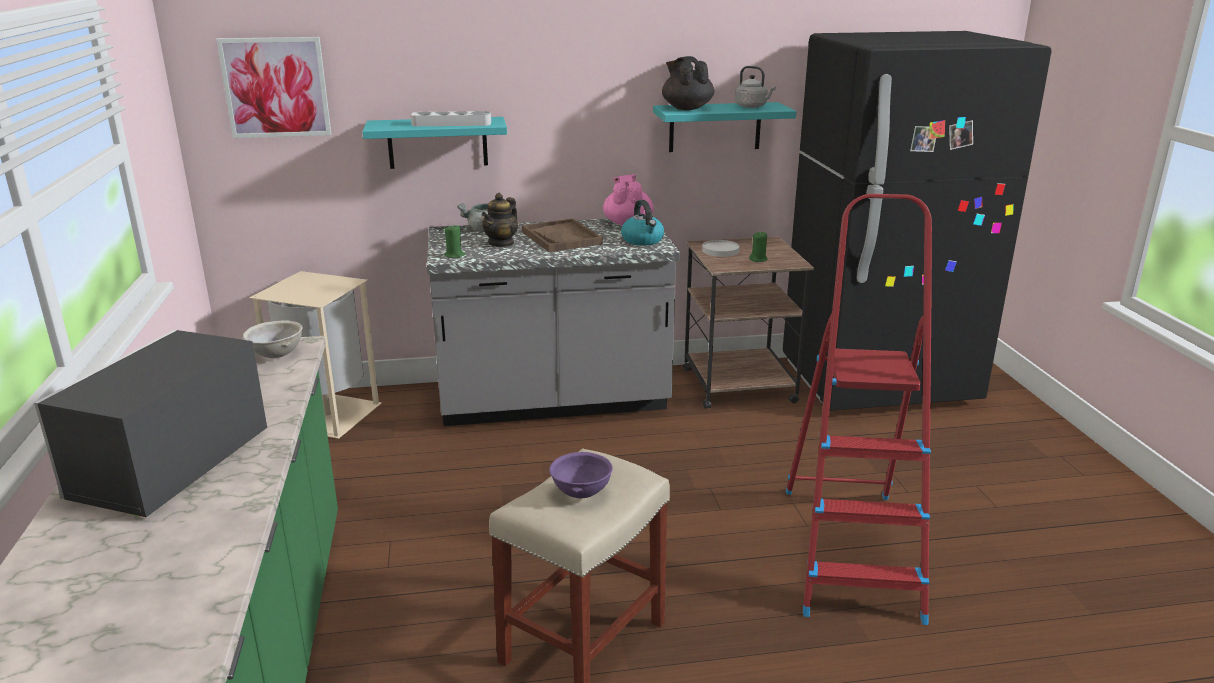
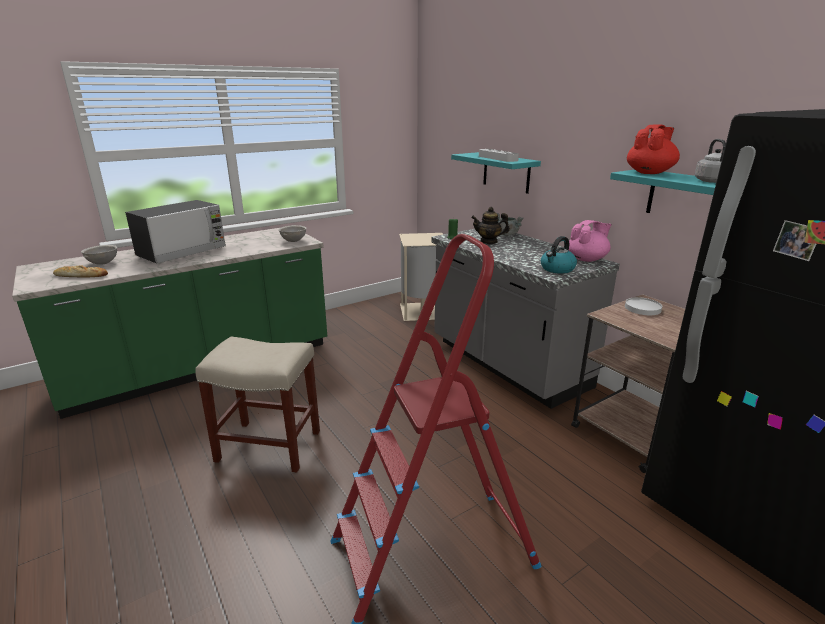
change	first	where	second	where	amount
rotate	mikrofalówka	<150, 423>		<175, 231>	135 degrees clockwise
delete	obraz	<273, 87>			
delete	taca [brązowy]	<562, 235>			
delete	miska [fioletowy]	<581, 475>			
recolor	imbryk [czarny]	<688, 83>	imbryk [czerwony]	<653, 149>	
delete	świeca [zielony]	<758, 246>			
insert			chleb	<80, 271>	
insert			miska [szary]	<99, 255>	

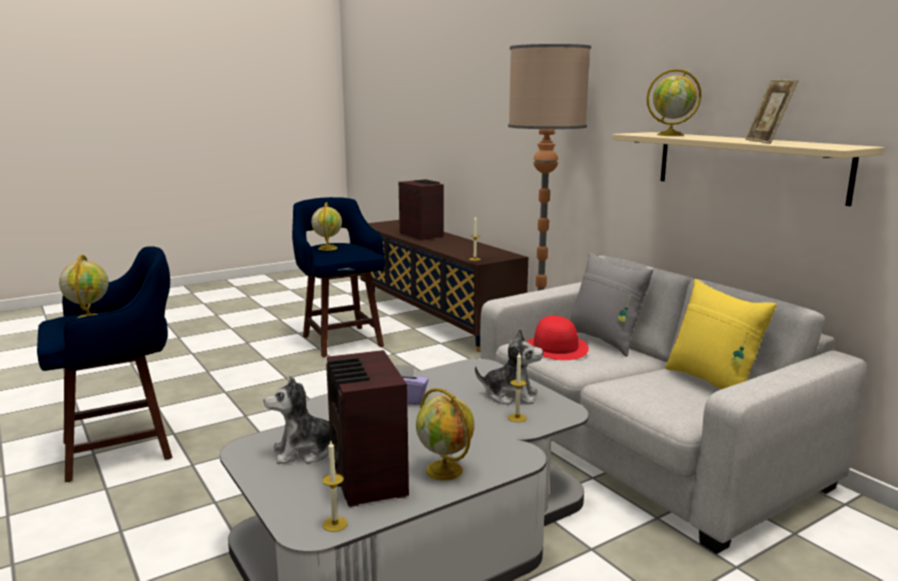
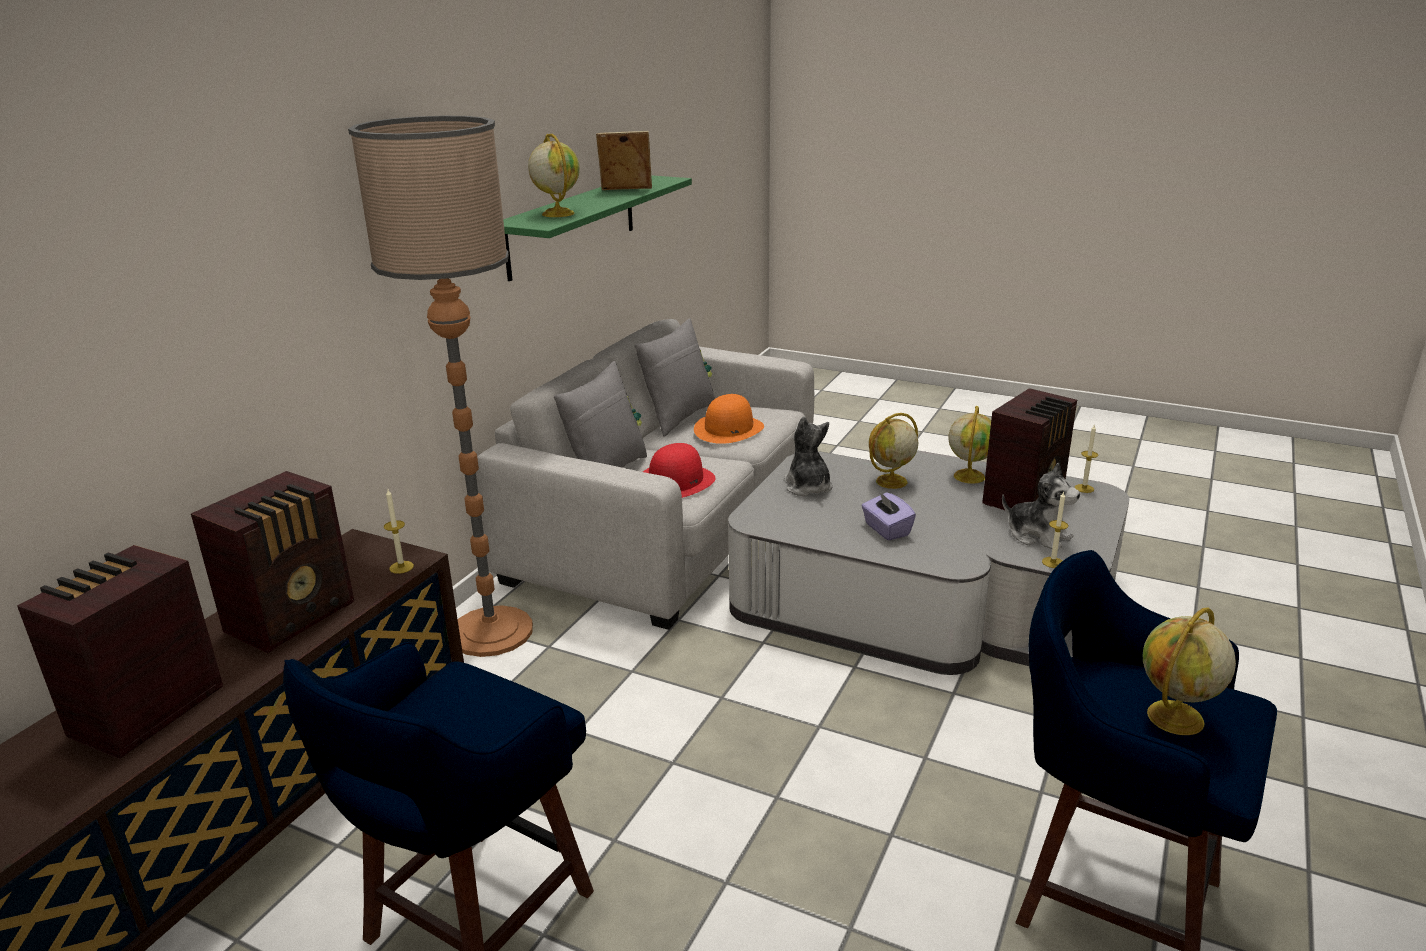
change	first	where	second	where	amount
move	globus	<326, 226>		<893, 451>	
move	świeca	<517, 387>		<1055, 529>	
recolor	półka [beżowy]	<748, 169>	półka [zielony]	<597, 228>	
recolor	poduszka [żółty]	<721, 334>	poduszka [szary]	<675, 377>	
rotate	ramka na zdjęcie	<772, 111>		<624, 160>	150 degrees counterclockwise
insert			radio	<272, 562>	
insert			kapelusz [pomarańczowy]	<729, 419>	

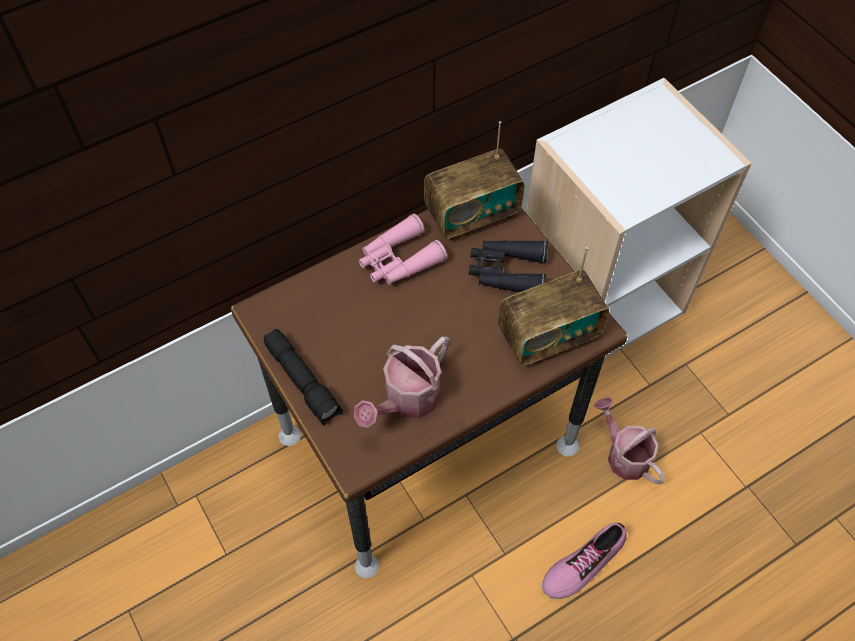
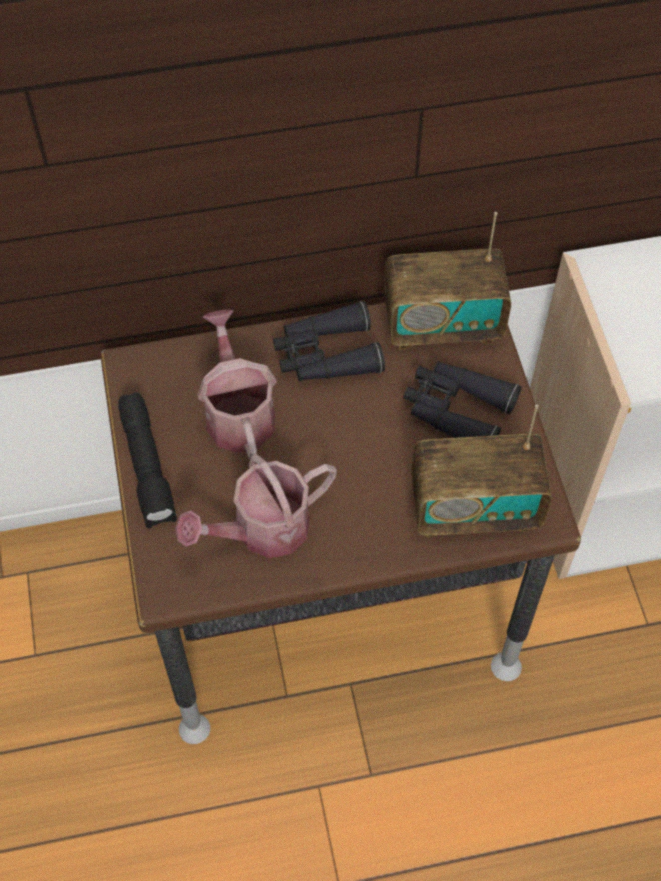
change	first	where	second	where	amount
recolor	lornetka [różowy]	<403, 249>	lornetka [czarny]	<329, 341>	
delete	but	<584, 561>			
move	konewka	<629, 441>		<237, 384>	

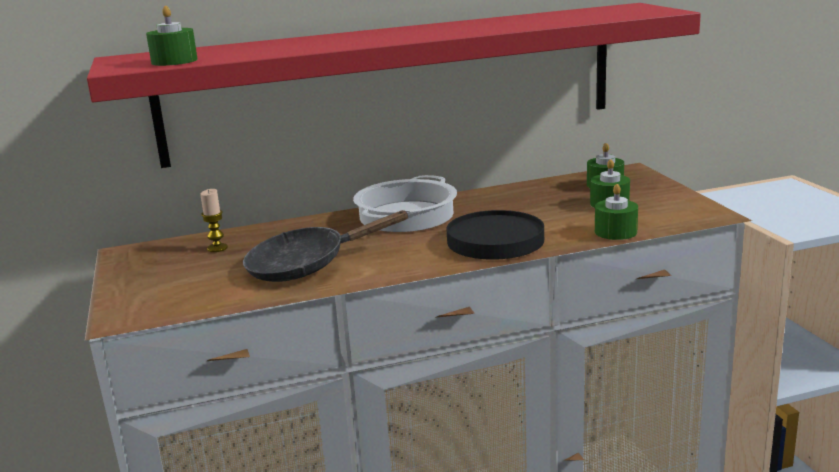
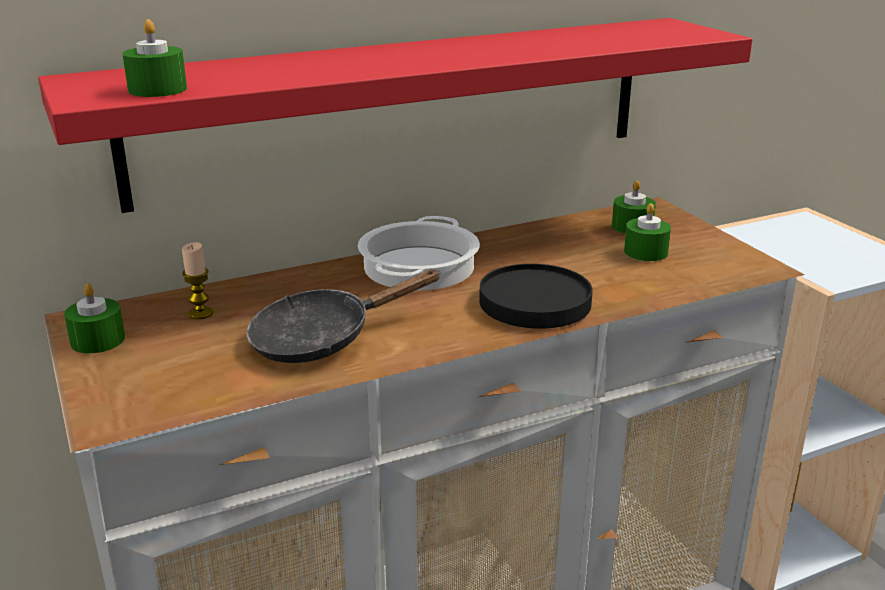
change	first	where	second	where	amount
move	świeca [zielony]	<616, 212>		<94, 318>	

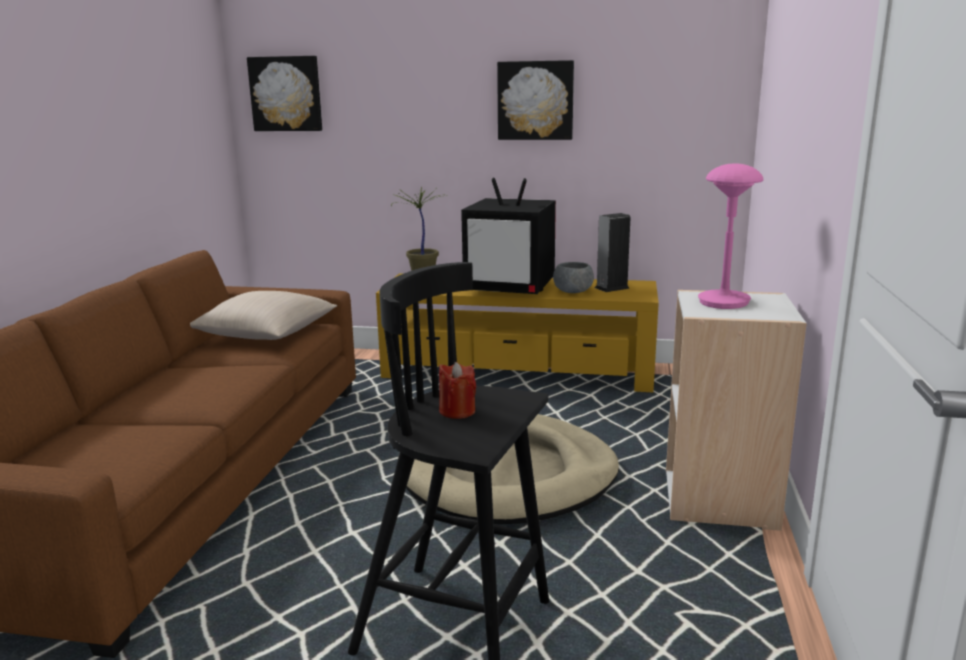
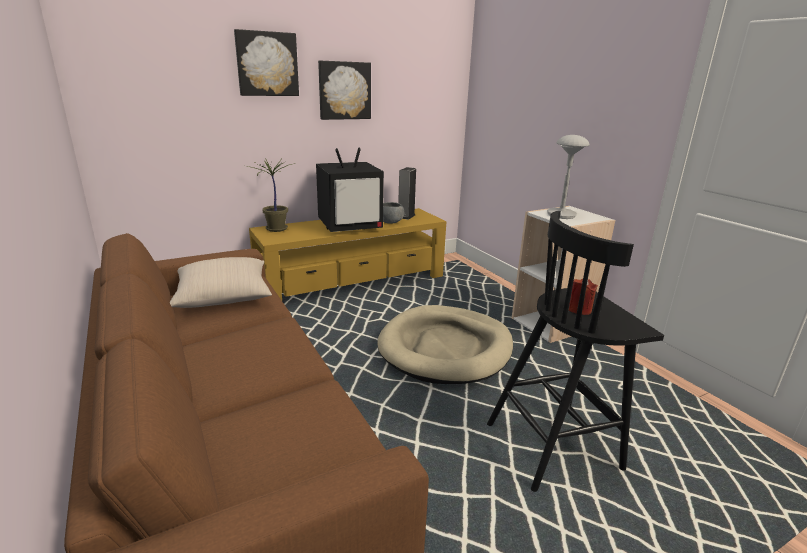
change	first	where	second	where	amount
move	obraz	<284, 93>		<266, 62>	
recolor	lampa stołowa [różowy]	<731, 236>	lampa stołowa [szary]	<568, 177>	

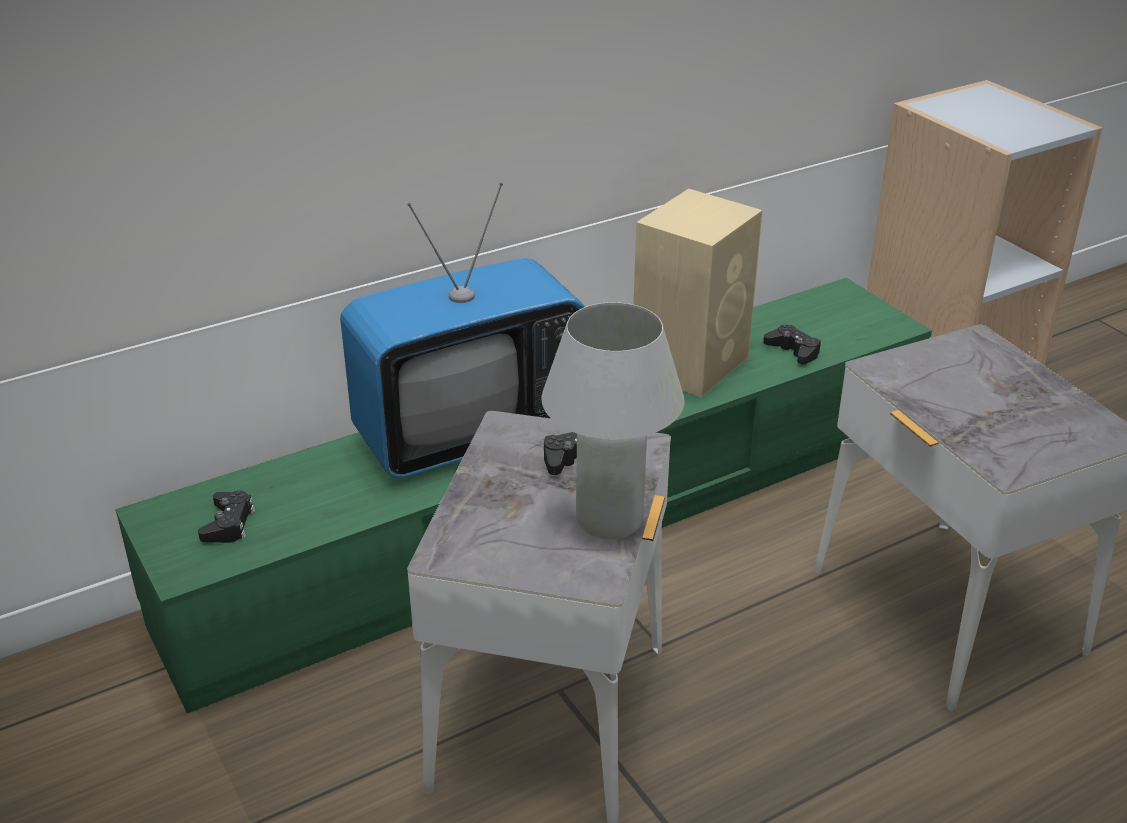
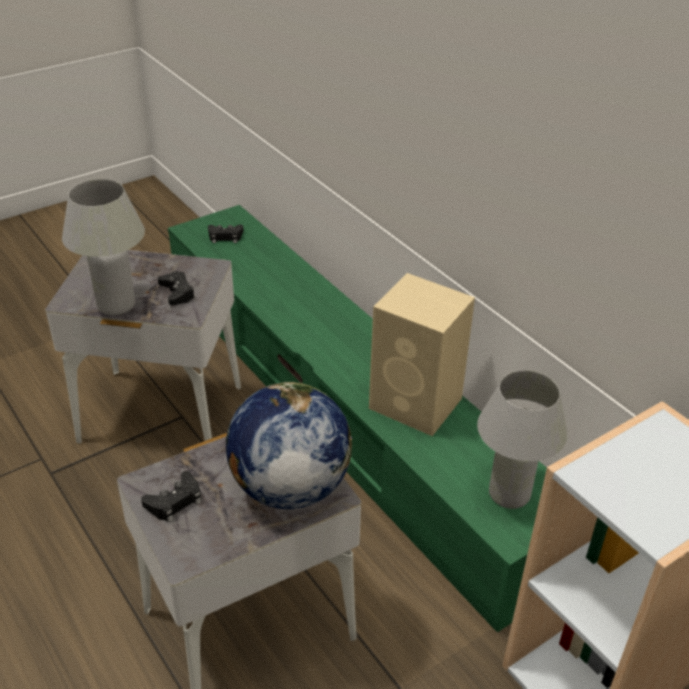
change	first	where	second	where	amount
delete	telewizor	<462, 330>			
move	pad do gier [czarny]	<792, 344>		<171, 496>	
insert			globus	<289, 445>	
insert			lampa stołowa [biały]	<522, 439>	

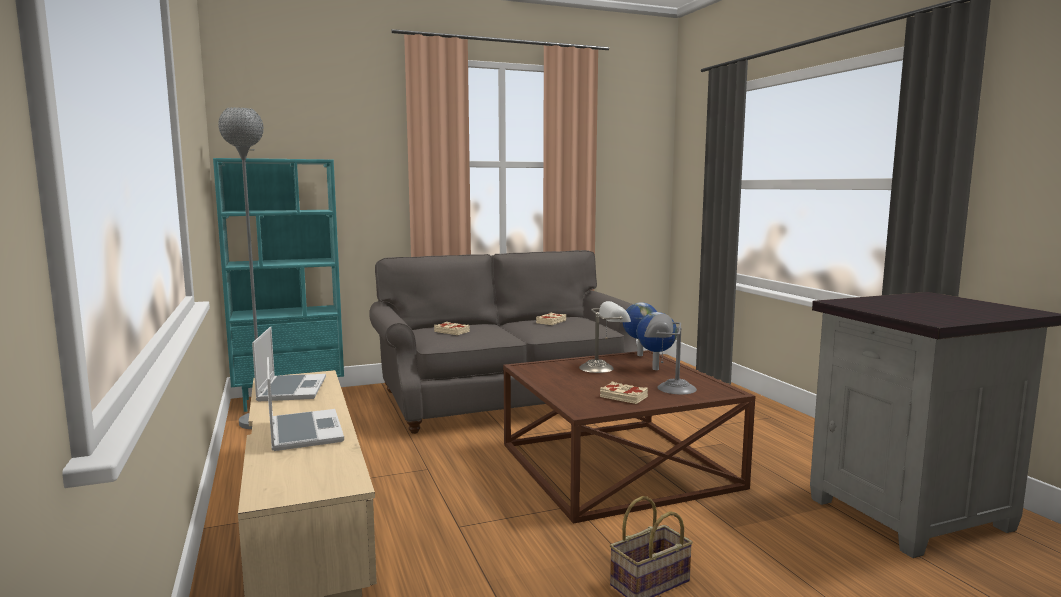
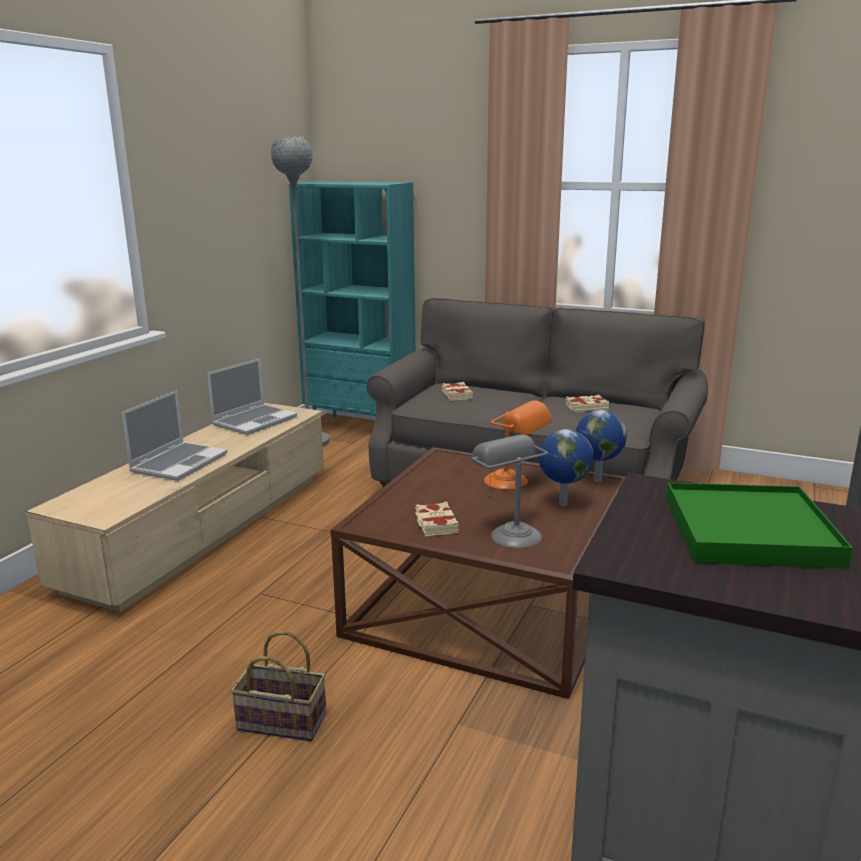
change	first	where	second	where	amount
recolor	lampa stołowa [biały]	<605, 337>	lampa stołowa [pomarańczowy]	<518, 445>	
insert			taca [zielony]	<759, 525>	

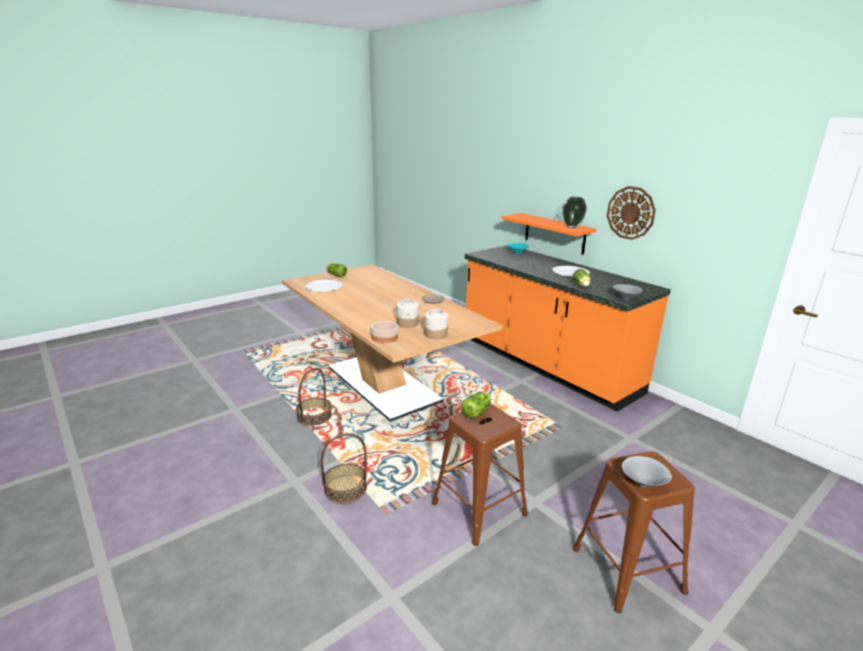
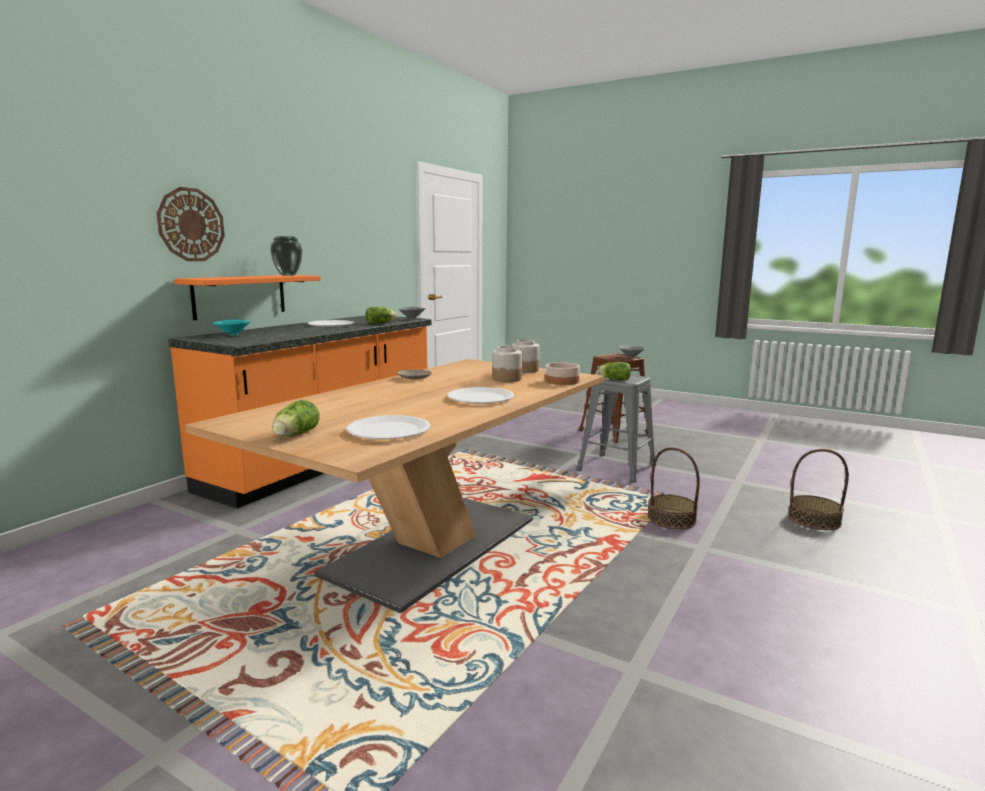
change	first	where	second	where	amount
move	koszyk	<314, 397>		<818, 489>	
recolor	stołek [brązowy]	<480, 474>	stołek [szary]	<616, 428>	
move	zegar ścienny	<631, 213>		<191, 224>	
insert			talerz [biały]	<480, 395>	

